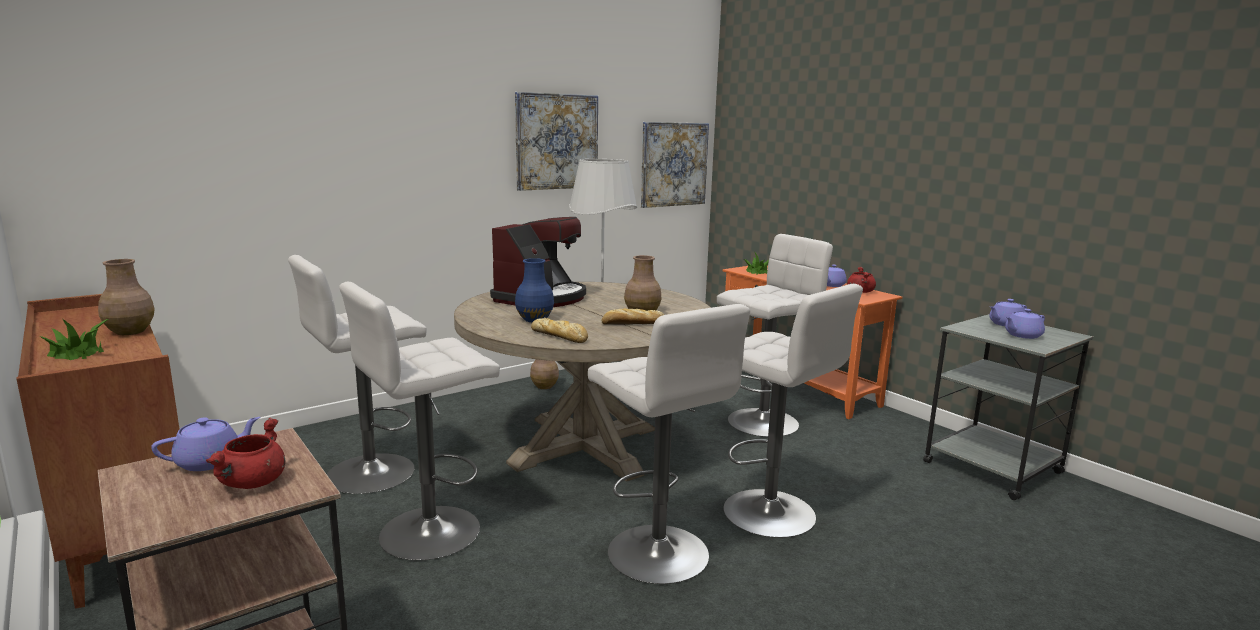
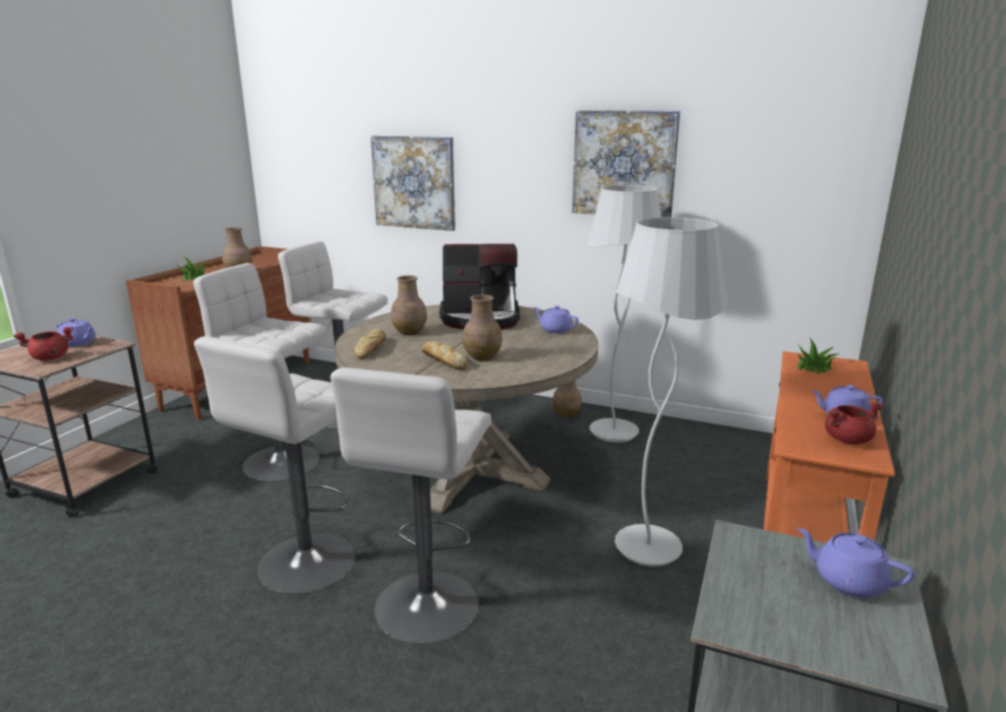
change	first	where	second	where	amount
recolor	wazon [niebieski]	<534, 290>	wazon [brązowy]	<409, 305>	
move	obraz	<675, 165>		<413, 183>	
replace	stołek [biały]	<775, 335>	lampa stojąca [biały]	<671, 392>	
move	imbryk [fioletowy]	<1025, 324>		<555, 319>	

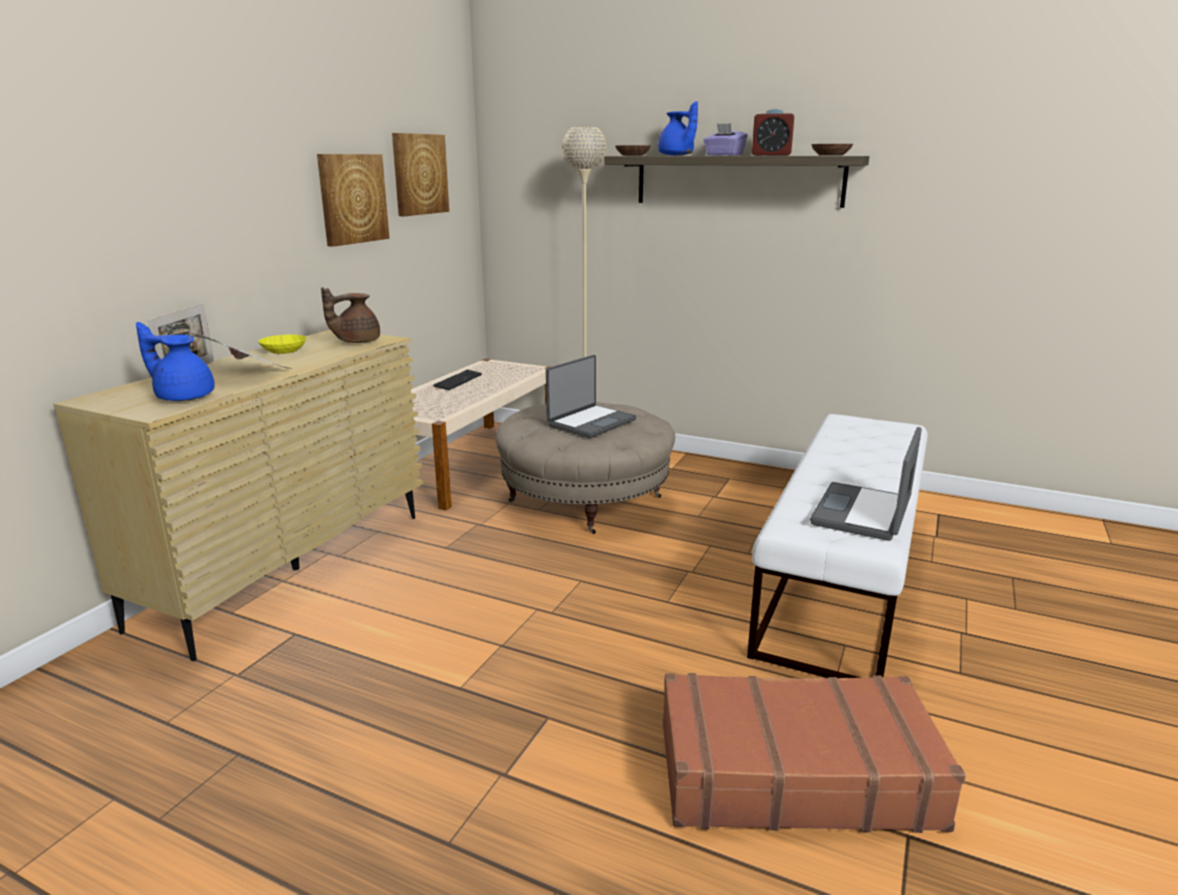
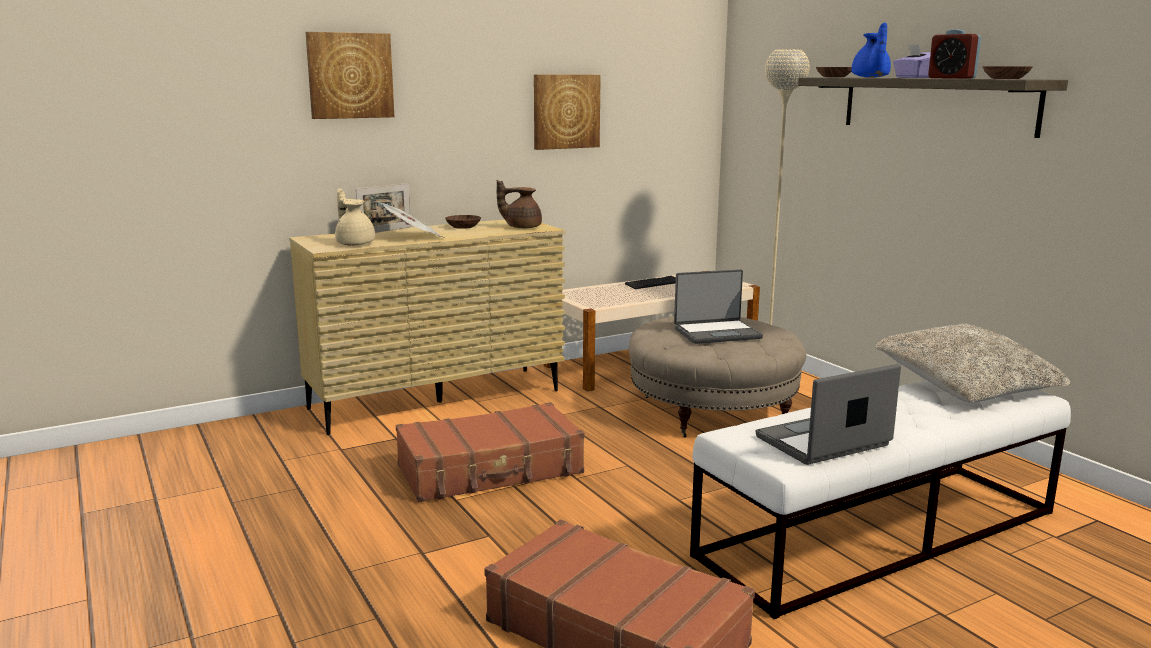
change	first	where	second	where	amount
recolor	imbryk [niebieski]	<175, 361>	imbryk [beżowy]	<355, 217>	
recolor	miska [żółty]	<282, 344>	miska [brązowy]	<463, 222>	
move	obraz	<420, 174>		<349, 75>	
insert			walizka [brązowy]	<490, 452>	
insert			poduszka [beżowy]	<972, 363>	

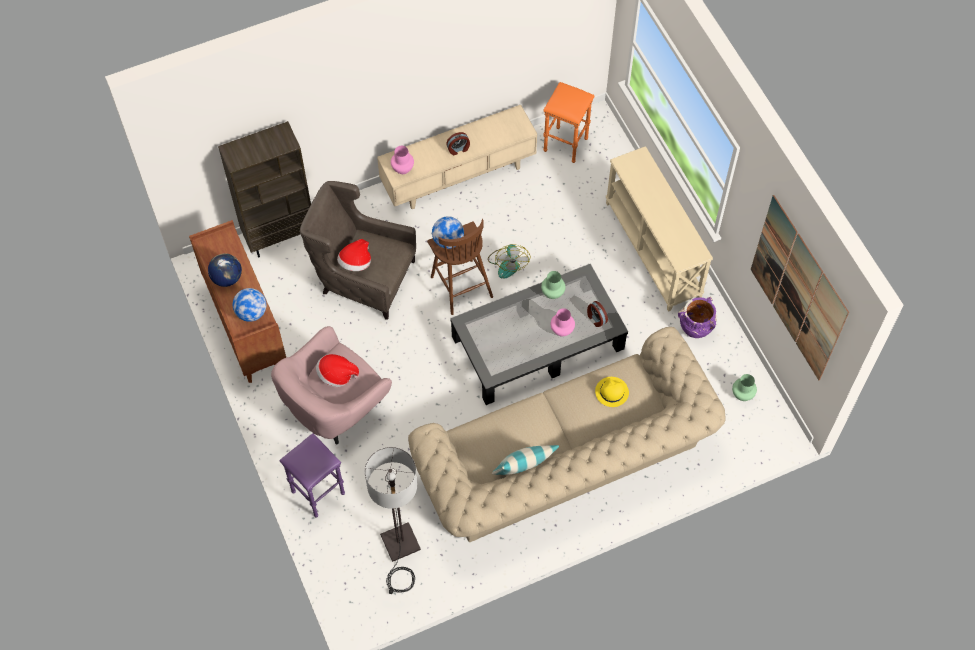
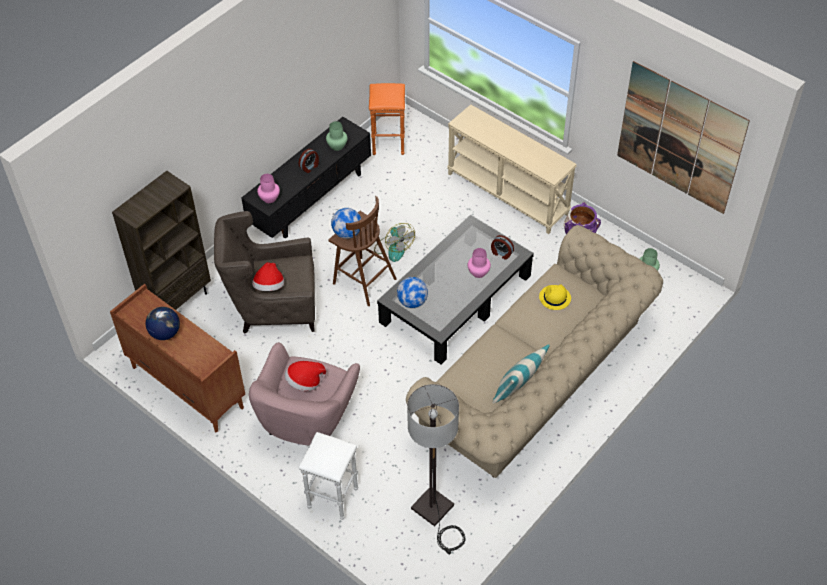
change	first	where	second	where	amount
move	globus	<249, 305>		<412, 292>	
recolor	stołek [fioletowy]	<312, 475>	stołek [biały]	<328, 476>	
recolor	szafka pod telewizor [beżowy]	<457, 157>	szafka pod telewizor [czarny]	<306, 177>	
move	wazon [zielony]	<553, 285>		<337, 136>	

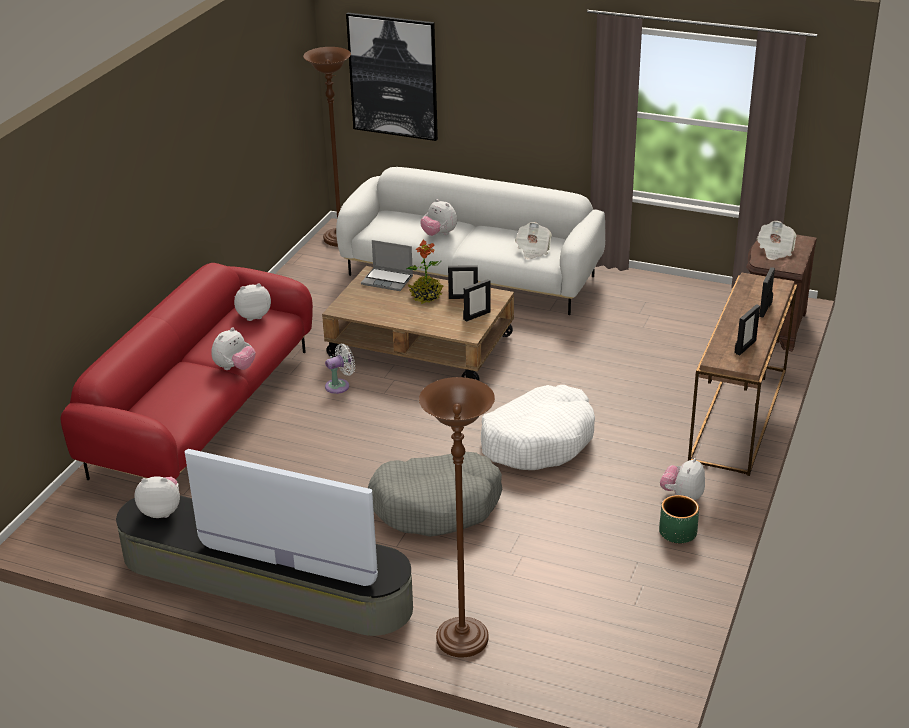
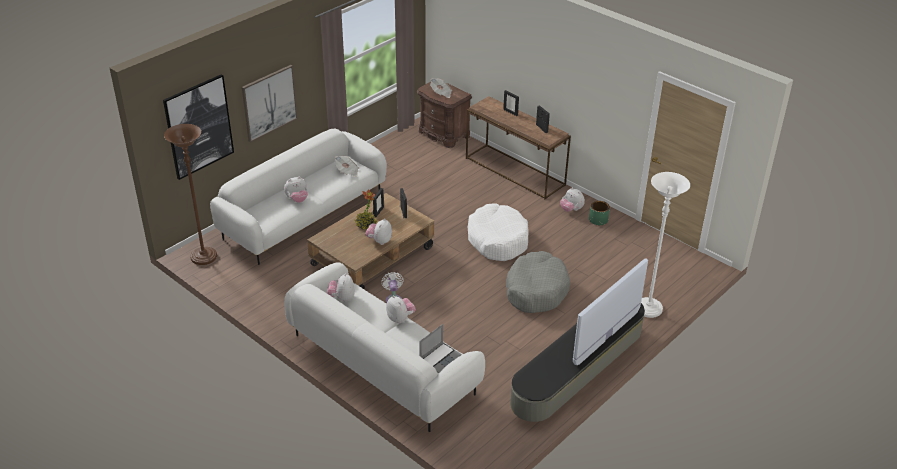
change	first	where	second	where	amount
recolor	kanapa [czerwony]	<186, 371>	kanapa [biały]	<384, 347>	
move	pluszak	<157, 497>		<378, 231>	
move	laptop	<387, 265>		<440, 348>	
recolor	lampa stojąca [brązowy]	<457, 517>	lampa stojąca [biały]	<665, 245>	
insert			obraz	<270, 103>	

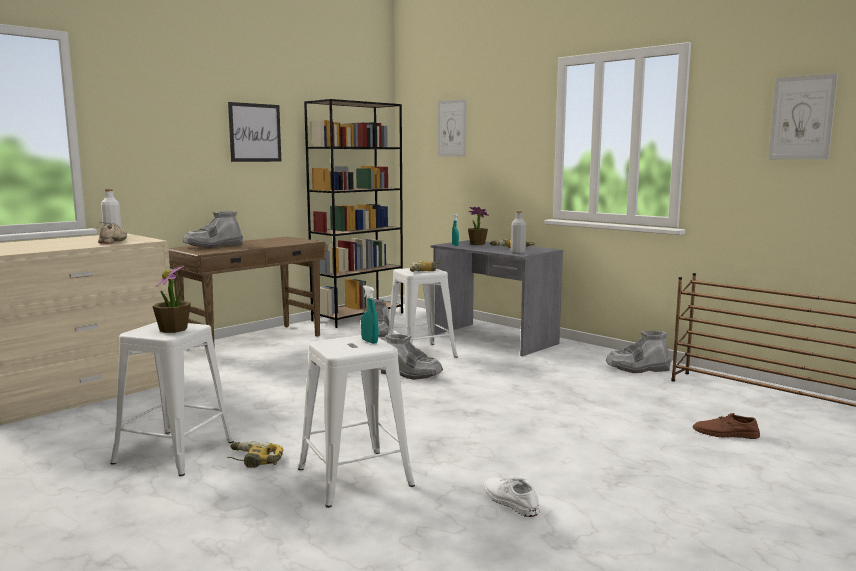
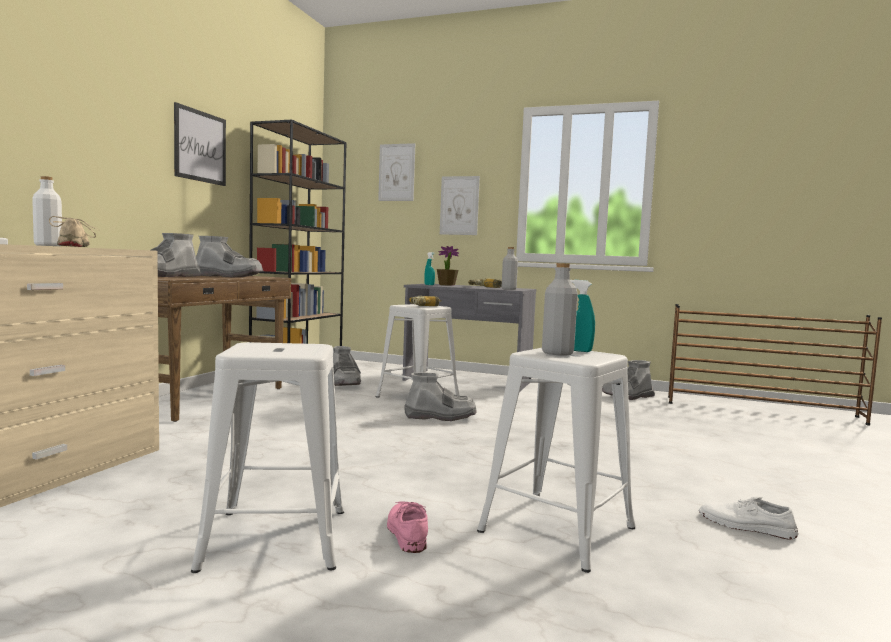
change	first	where	second	where	amount
delete	roślina doniczkowa	<171, 299>			
replace	wiertarka	<255, 454>	but [różowy]	<407, 527>	
delete	but [brązowy]	<726, 426>			
move	obraz	<803, 116>		<460, 205>	
insert			but z cholewką [szary]	<229, 256>	
insert			butelka [szary]	<560, 309>	

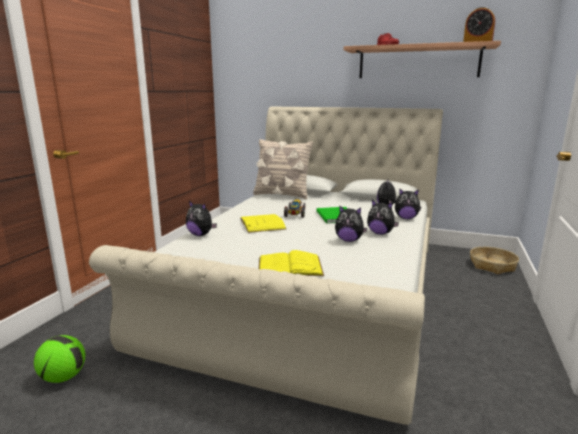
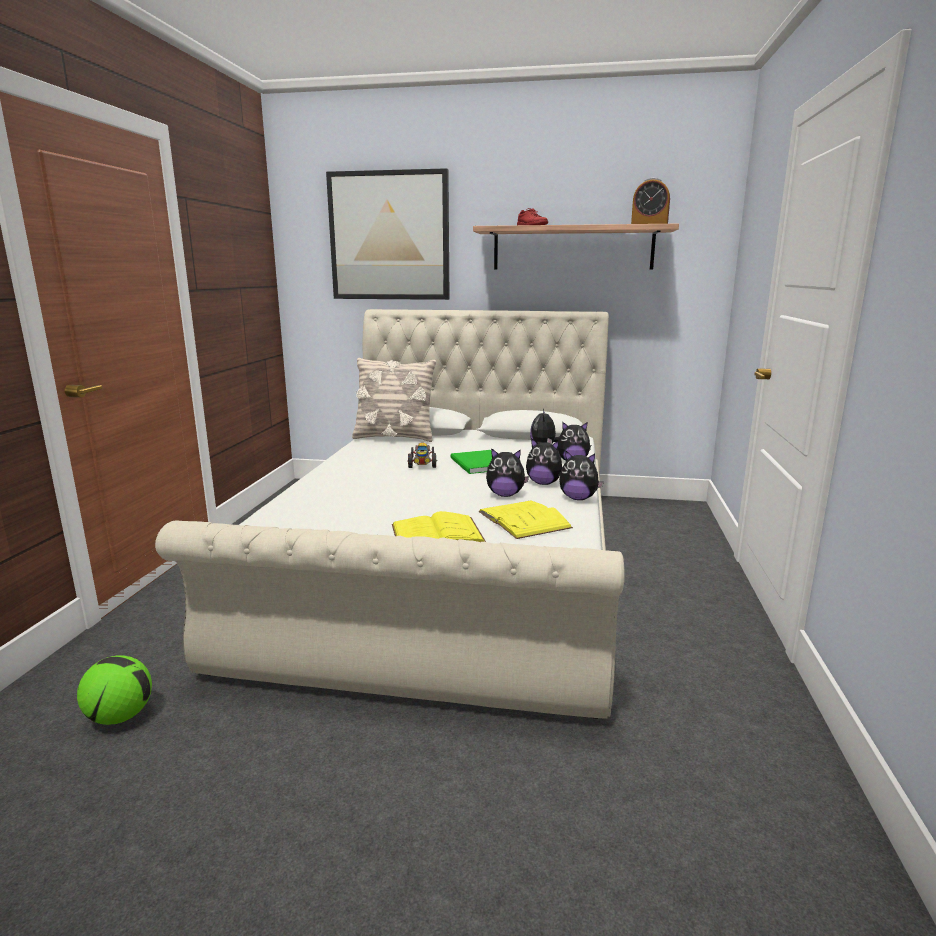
change	first	where	second	where	amount
move	pluszak	<201, 218>		<581, 475>	
move	książka [żółty]	<263, 223>		<525, 520>	
delete	koszyk	<494, 260>			
insert			obraz	<388, 234>	

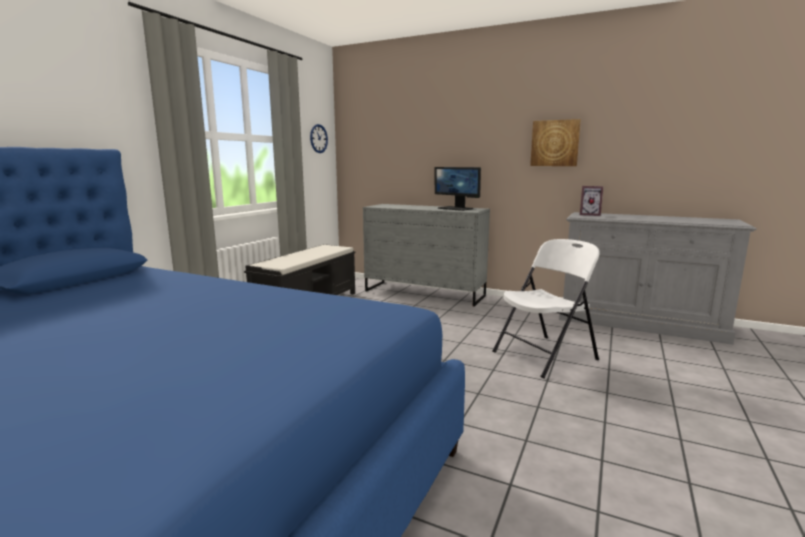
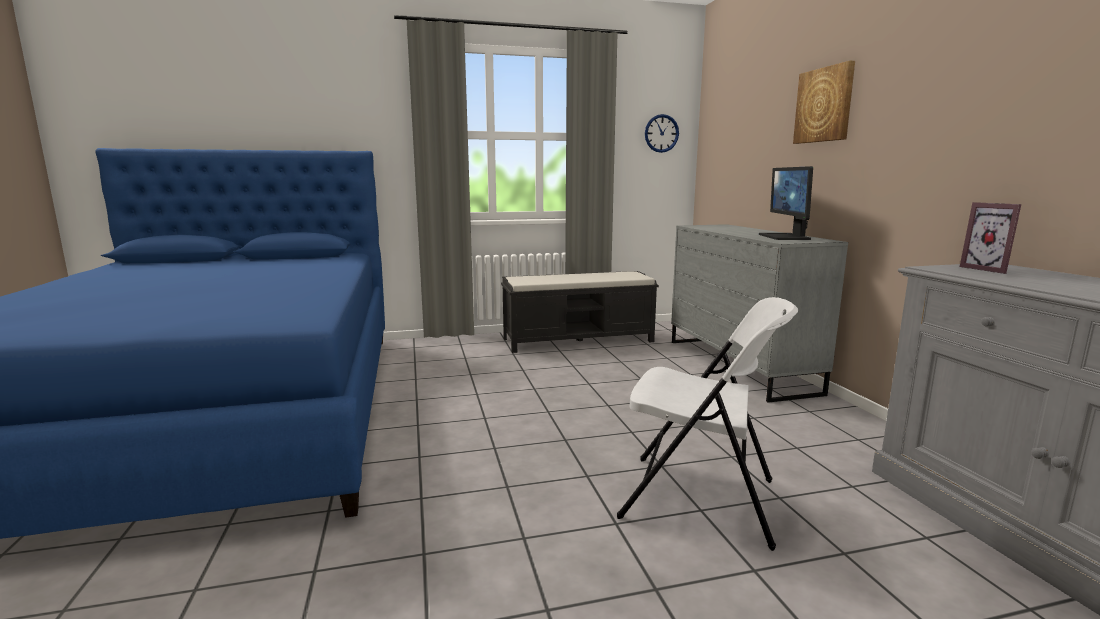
change	first	where	second	where	amount
move	obraz	<555, 142>		<824, 102>	

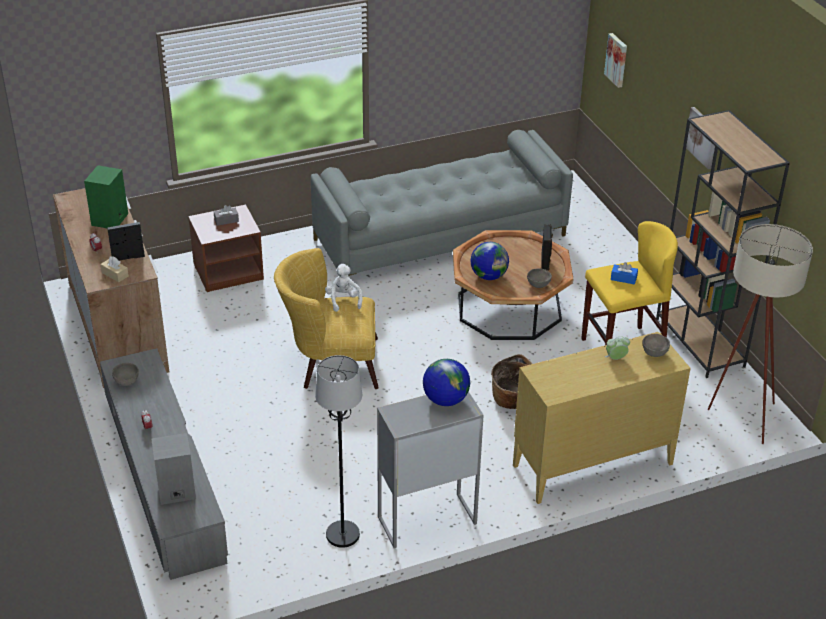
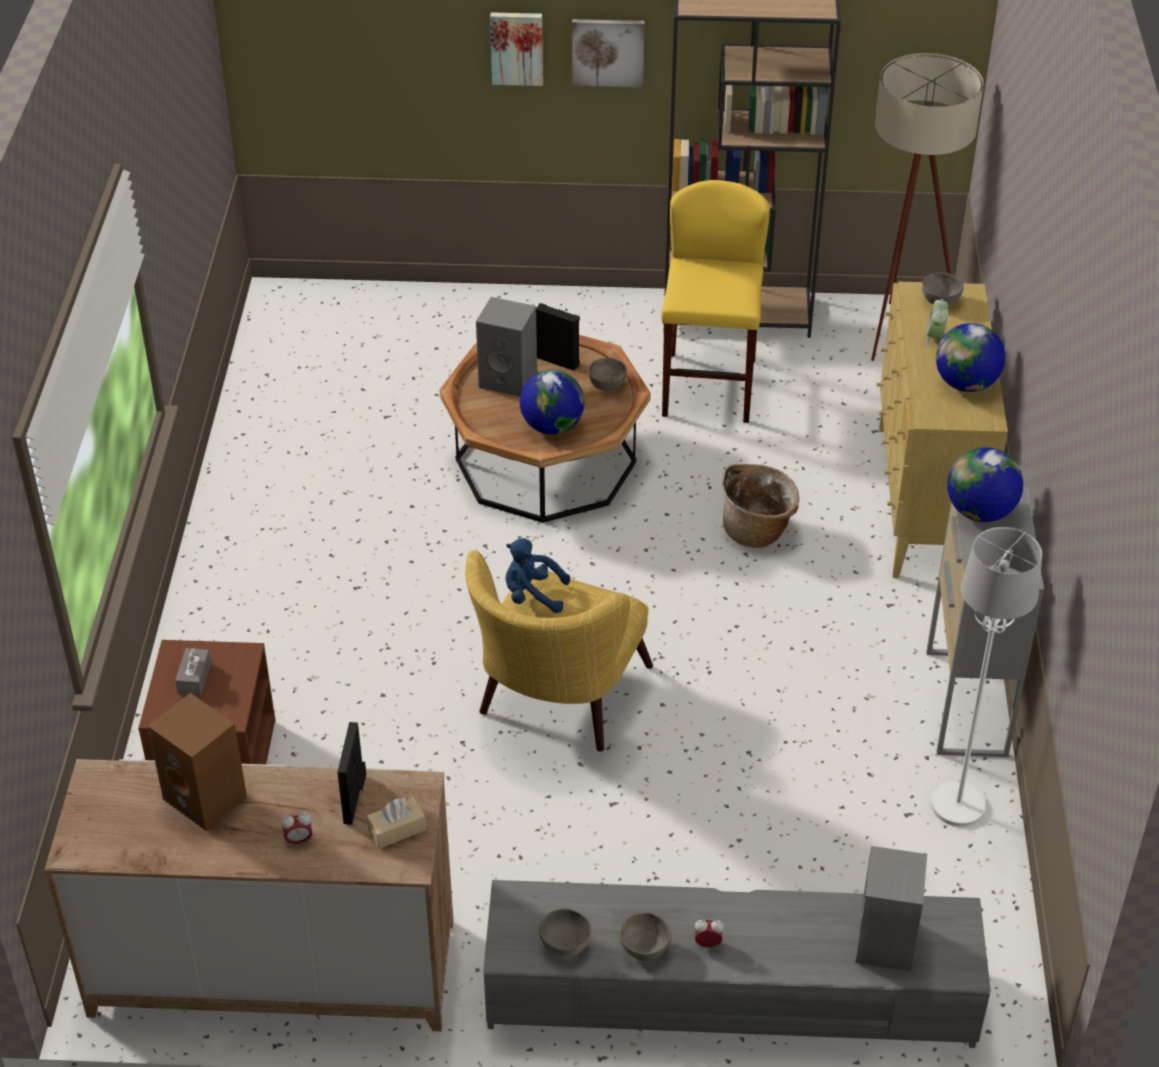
change	first	where	second	where	amount
recolor	głośnik [zielony]	<106, 196>	głośnik [brązowy]	<197, 762>	
delete	kanapa [szary]	<442, 203>			
recolor	lampa stojąca [czarny]	<338, 451>	lampa stojąca [biały]	<986, 677>	
recolor	pluszak [biały]	<344, 288>	pluszak [niebieski]	<537, 575>	
move	obraz	<615, 60>		<516, 49>	
delete	pudełko chusteczek [niebieski]	<624, 273>			
insert			głośnik [szary]	<506, 347>	
insert			miska [szary]	<645, 936>	
insert			globus	<970, 357>	

